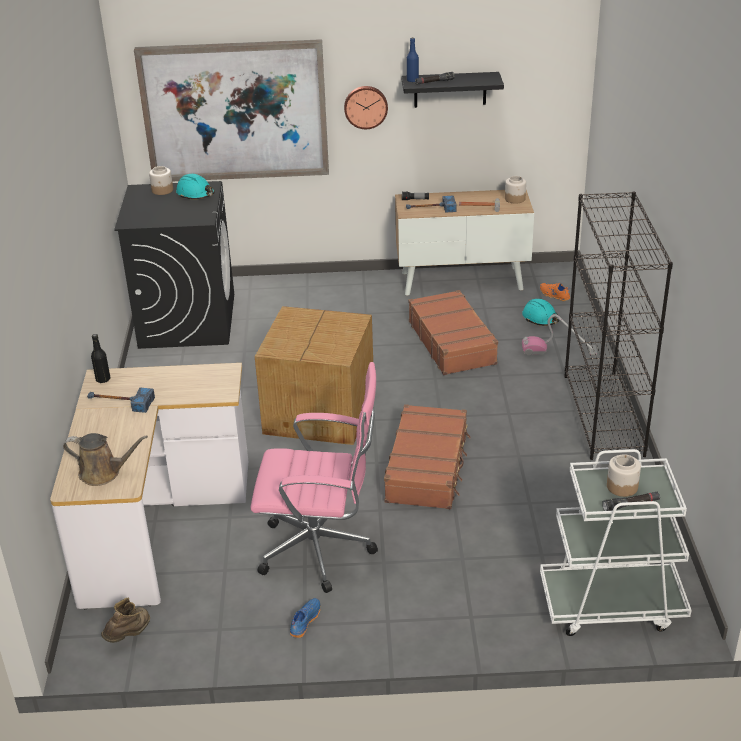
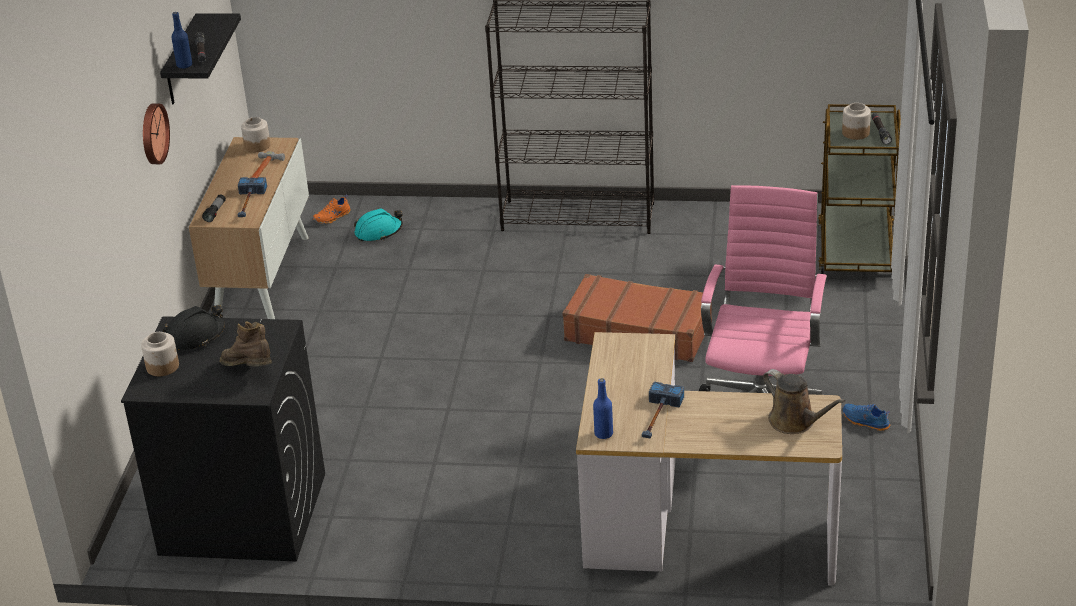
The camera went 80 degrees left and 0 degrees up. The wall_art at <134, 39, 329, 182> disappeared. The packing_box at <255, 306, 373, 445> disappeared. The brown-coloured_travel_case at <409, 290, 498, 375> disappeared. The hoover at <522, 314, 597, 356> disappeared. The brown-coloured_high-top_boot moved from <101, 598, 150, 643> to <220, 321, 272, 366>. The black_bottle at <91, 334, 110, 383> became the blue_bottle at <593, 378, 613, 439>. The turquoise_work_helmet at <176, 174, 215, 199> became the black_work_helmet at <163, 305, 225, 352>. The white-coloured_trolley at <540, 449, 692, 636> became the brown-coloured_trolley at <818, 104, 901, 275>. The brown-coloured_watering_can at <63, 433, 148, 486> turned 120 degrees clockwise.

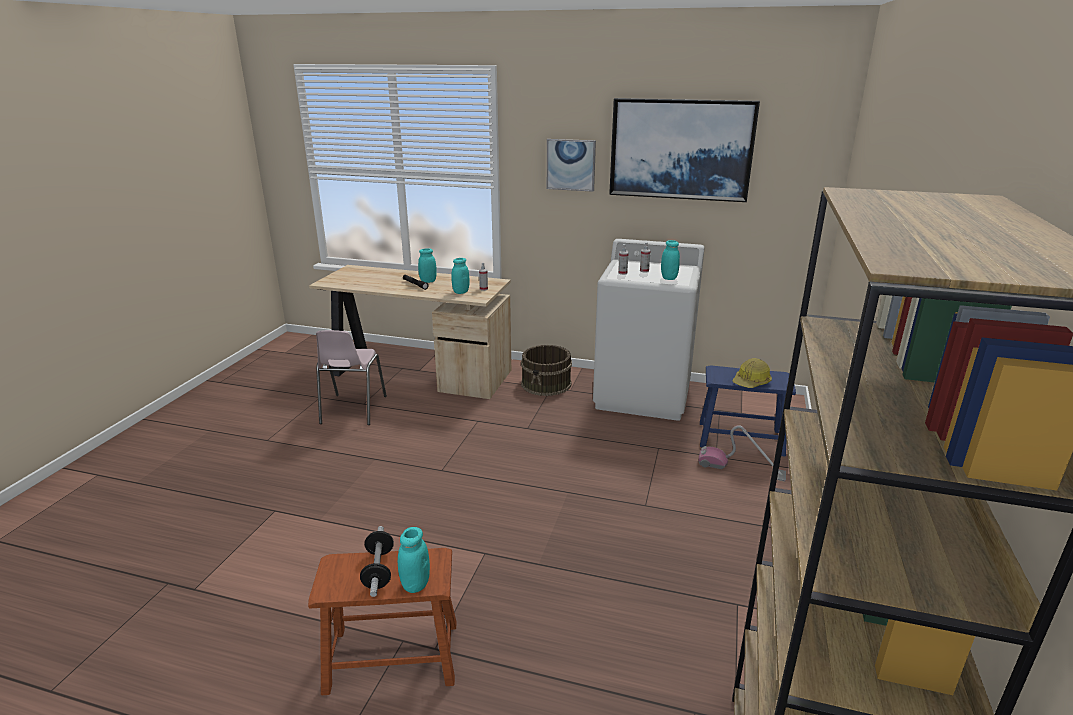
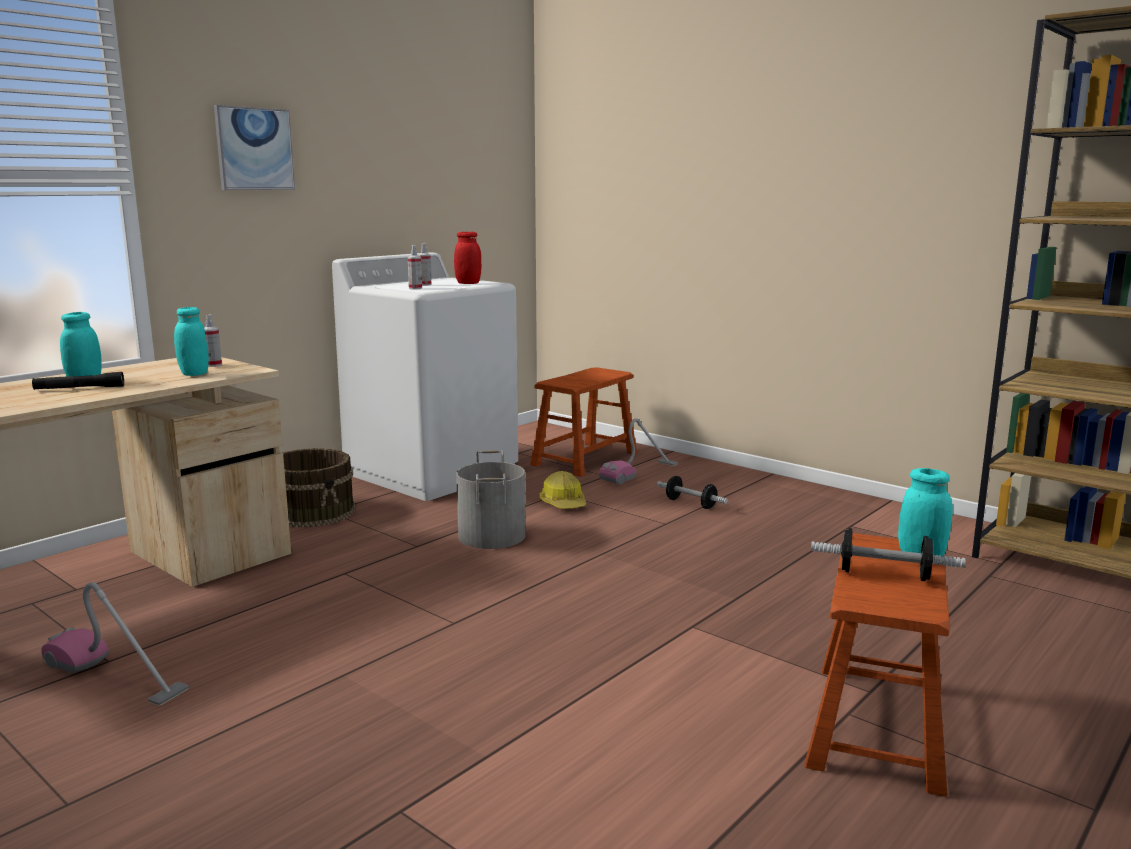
The camera went 65 degrees left and 10 degrees down. The wall_art at <609, 98, 760, 202> disappeared. The greyish_pail at <456, 450, 526, 549> appeared. The dumbbell at <657, 476, 728, 509> appeared. The work_helmet moved from <733, 358, 772, 388> to <539, 471, 586, 509>. The pinkish_plain_chair at <316, 330, 387, 425> was replaced by the hoover at <41, 582, 189, 706>. The turquoise_preserve_jar at <661, 240, 680, 280> became the reddish_preserve_jar at <454, 232, 481, 284>. The blue_sitting_stool at <700, 365, 796, 457> became the brown-coloured_sitting_stool at <530, 367, 637, 477>.

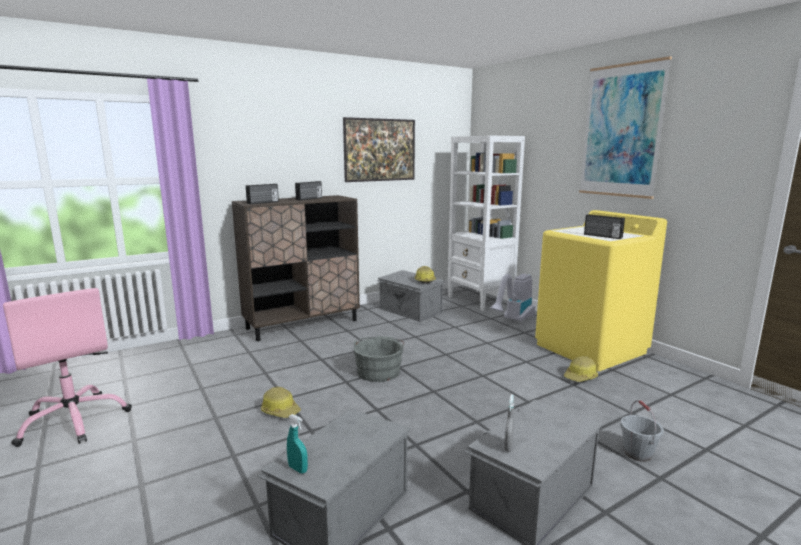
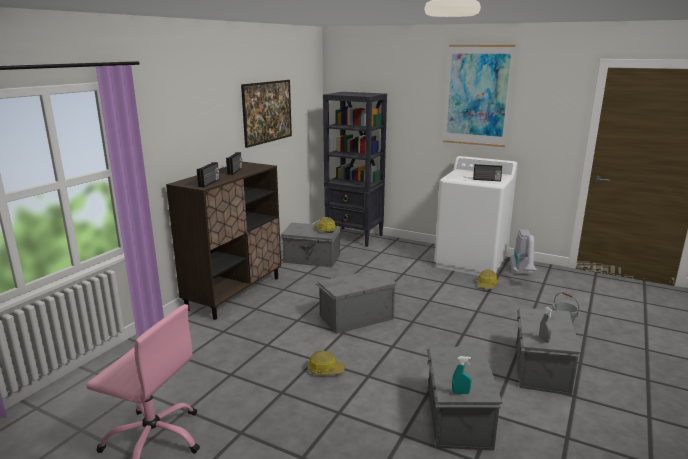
The camera went 30 degrees left and 5 degrees up. The hoover moved from <490, 274, 535, 322> to <510, 229, 538, 275>. The greyish_pail at <353, 336, 404, 382> was replaced by the greyish_storage_bin at <316, 270, 397, 334>. The white-coloured_bookshelf at <447, 136, 525, 311> became the black_bookshelf at <323, 92, 387, 247>. The yellow_laundry_machine at <535, 210, 667, 371> became the white-coloured_laundry_machine at <435, 156, 518, 276>.

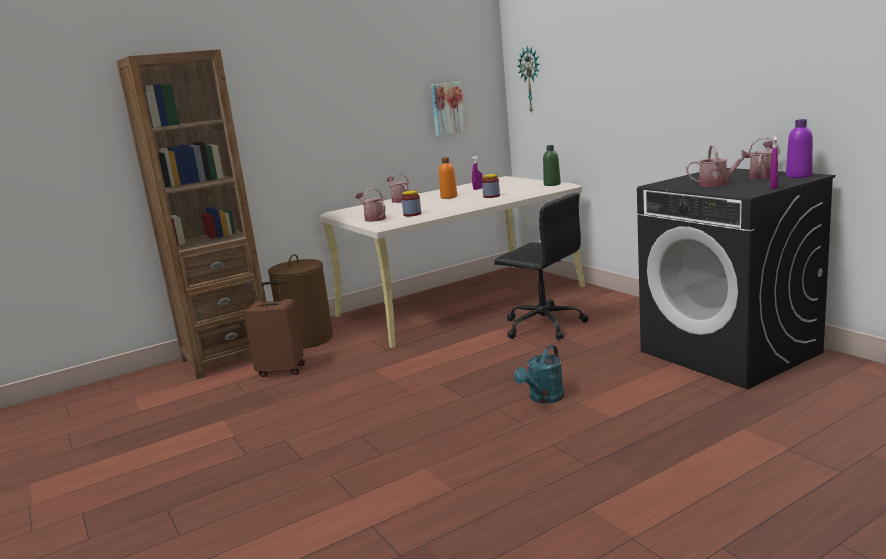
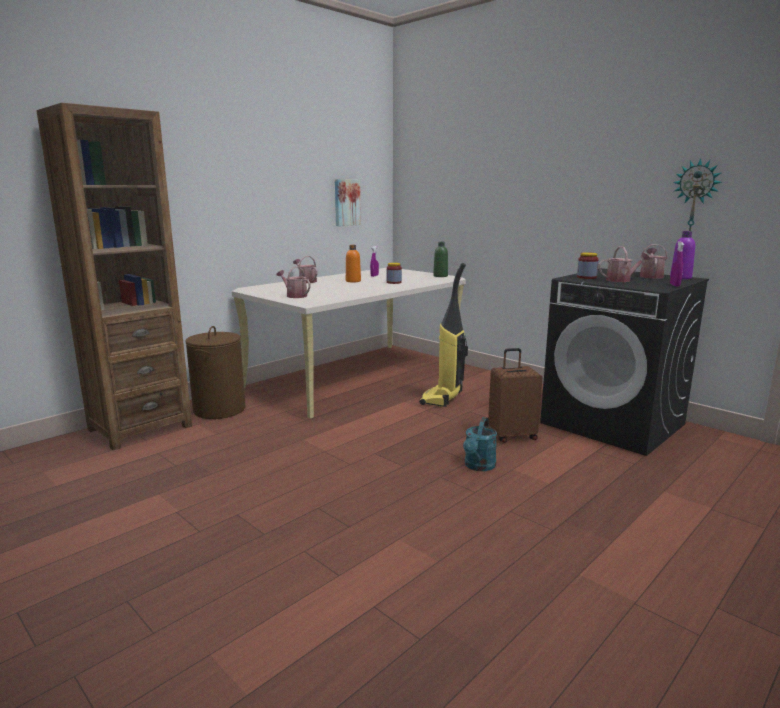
The camera went 15 degrees left and 0 degrees up. The brown-coloured_travel_case moved from <244, 281, 305, 377> to <488, 348, 542, 443>. The preserve_jar moved from <402, 190, 421, 217> to <577, 252, 599, 279>. The wall_clock moved from <517, 46, 539, 114> to <673, 158, 722, 238>. The black_desk_chair at <494, 193, 588, 340> was replaced by the hoover at <419, 263, 468, 407>.

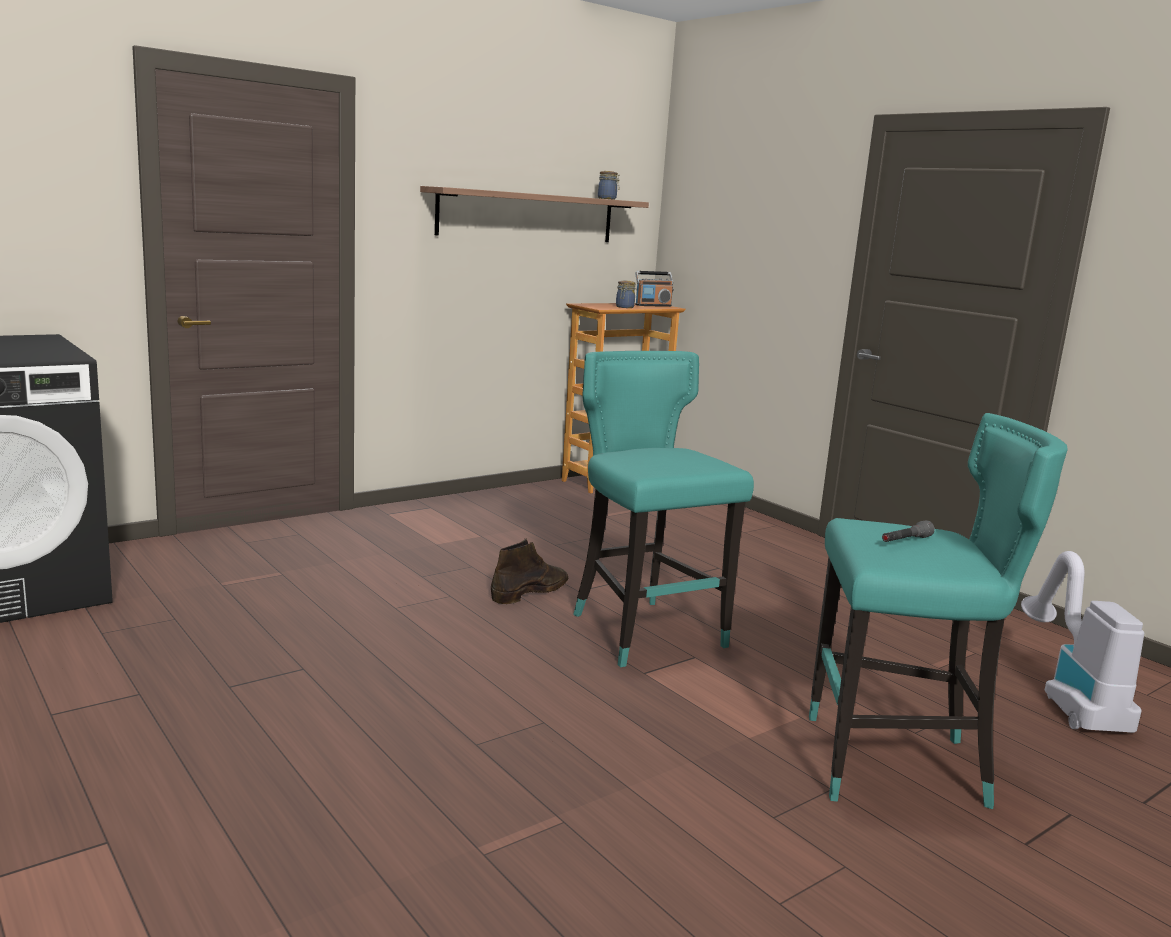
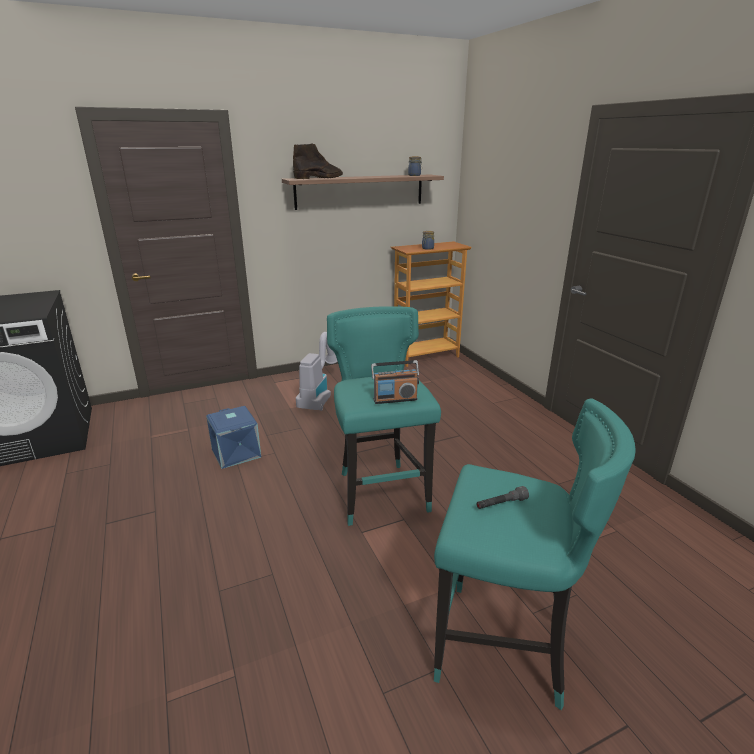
The camera went 15 degrees right and 10 degrees up. The blue_storage_bin at <206, 406, 261, 469> appeared. The brown-coloured_high-top_boot moved from <491, 539, 568, 604> to <293, 143, 343, 179>. The radio_receiver moved from <635, 271, 674, 307> to <371, 360, 419, 404>. The hoover moved from <1021, 551, 1144, 733> to <296, 332, 338, 411>.

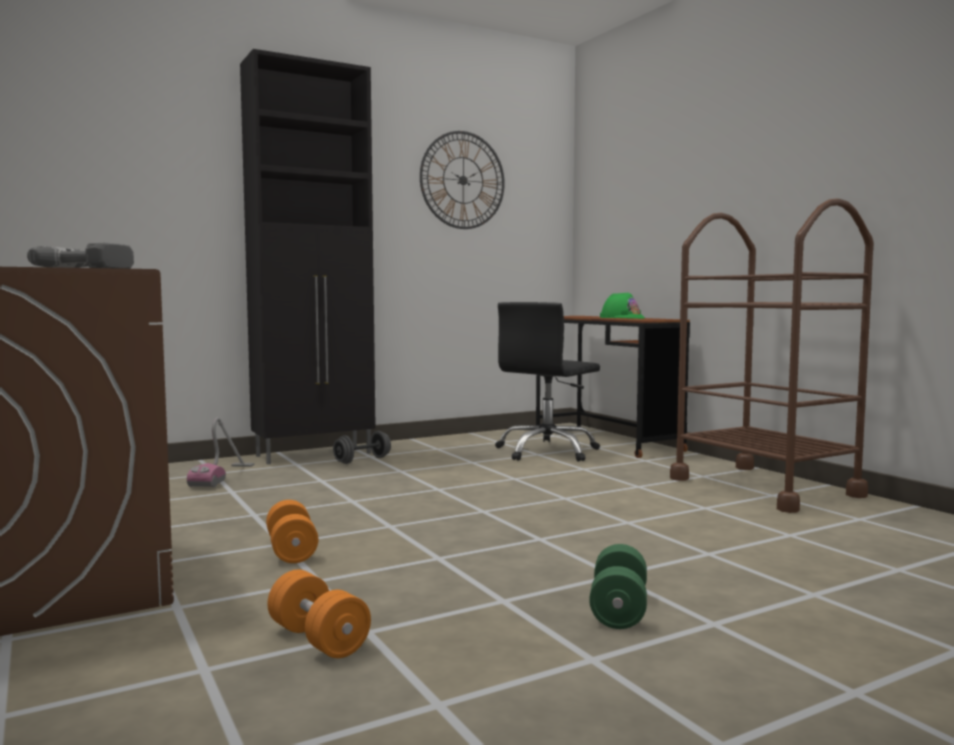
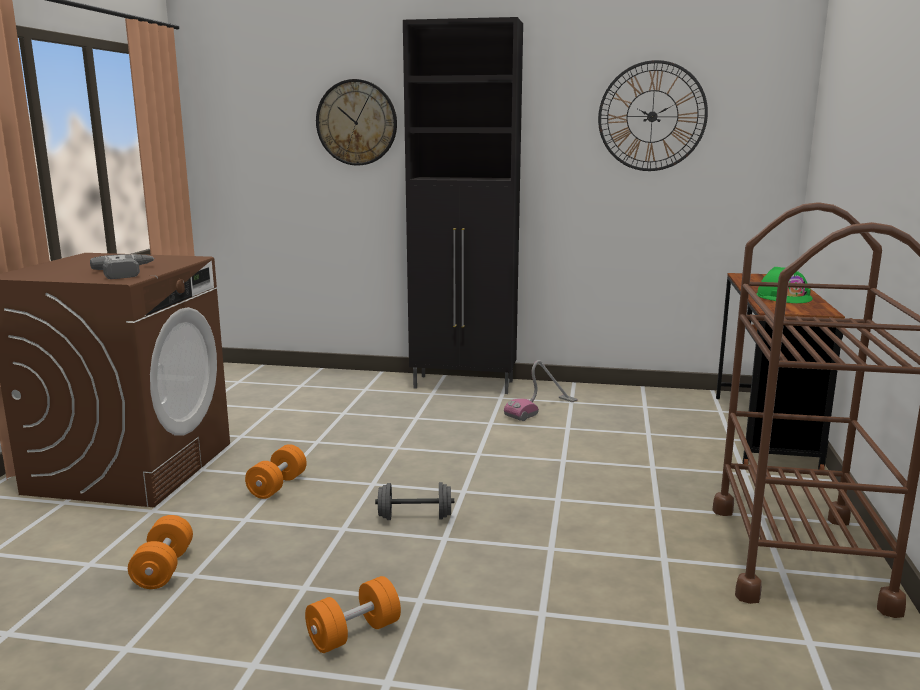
The camera went 40 degrees right and 10 degrees up. The black_desk_chair at <495, 302, 600, 462> disappeared. The wall_clock at <316, 79, 397, 166> appeared. The hoover moved from <187, 417, 254, 488> to <504, 360, 577, 421>. The greyish_dumbbell moved from <333, 431, 391, 464> to <375, 482, 454, 520>. The green-coloured_dumbbell at <589, 544, 647, 629> became the orange-coloured_dumbbell at <305, 576, 401, 653>.

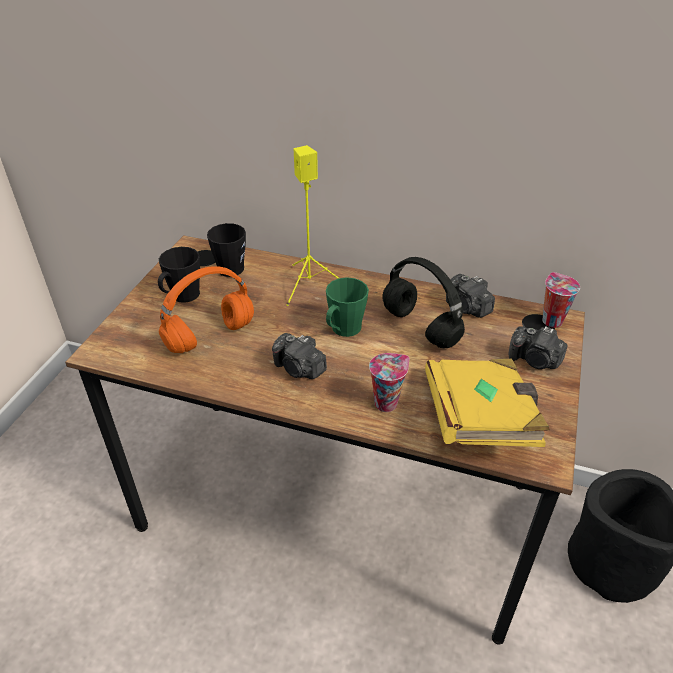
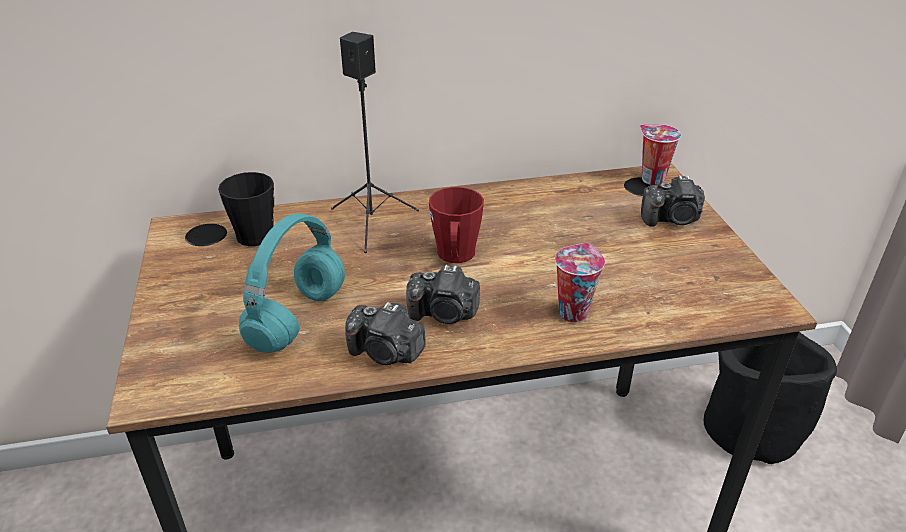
The camera went 30 degrees left and 5 degrees down. The black_tea_mug at <158, 247, 200, 303> disappeared. The black_headphones at <383, 257, 465, 348> disappeared. The yellow_book at <425, 359, 550, 447> disappeared. The still_camera moved from <446, 274, 495, 318> to <345, 302, 426, 365>. The orange-coloured_headphones at <159, 266, 254, 353> became the turquoise_headphones at <239, 214, 345, 353>. The yellow_speaker at <287, 145, 339, 306> became the black_speaker at <331, 32, 419, 253>. The green-coloured_tea_mug at <326, 277, 369, 337> became the reddish_tea_mug at <429, 187, 484, 263>.

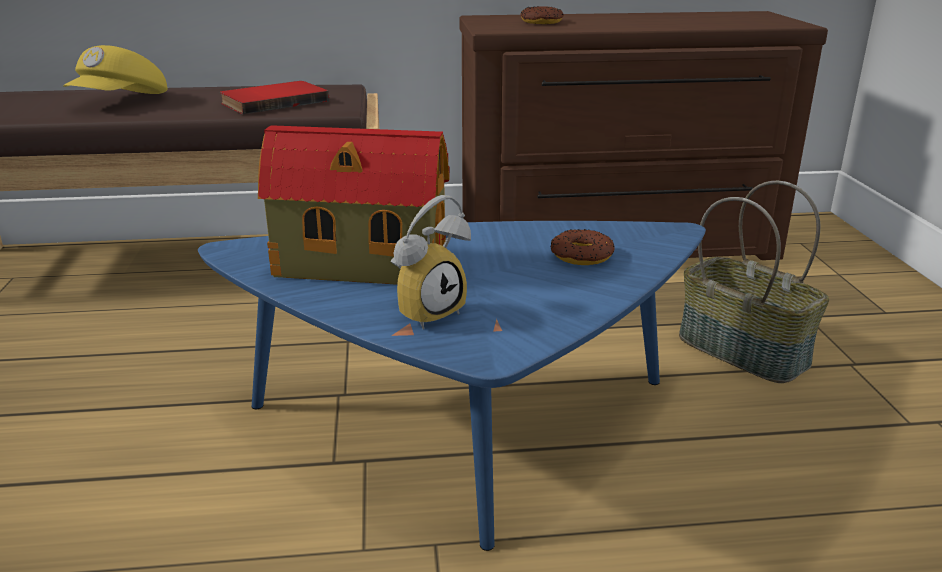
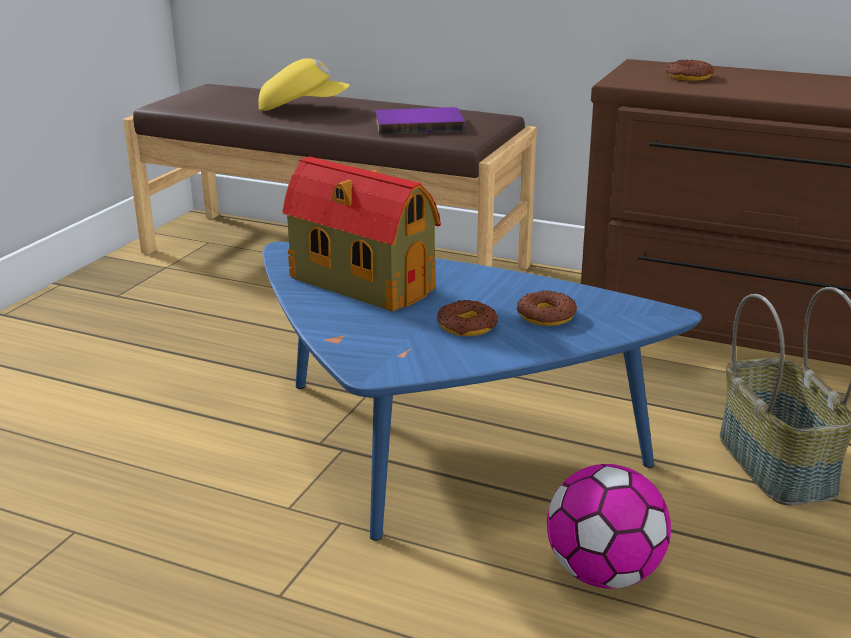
The camera went 30 degrees right and 0 degrees up. The alarm_clock at <390, 195, 471, 330> disappeared. The donut at <437, 300, 498, 336> appeared. The football_ball at <547, 464, 671, 589> appeared. The reddish_book at <220, 81, 329, 114> became the purplish_book at <375, 107, 465, 134>. The yellow_baseball_cap at <63, 45, 168, 94> turned 135 degrees counterclockwise.

